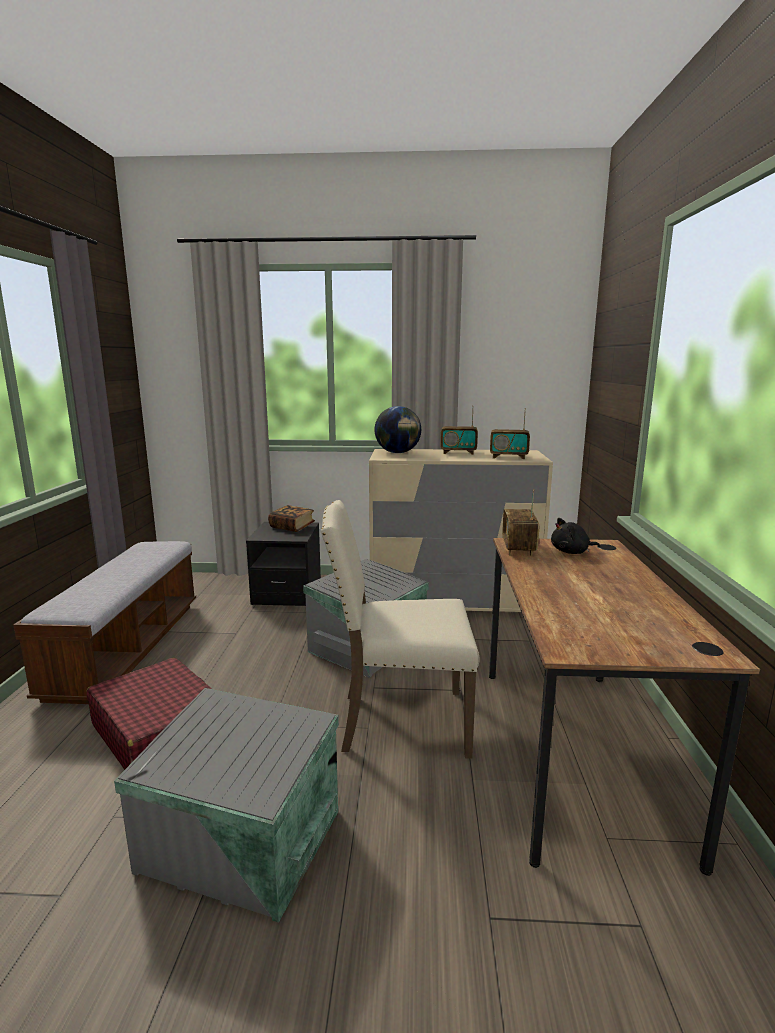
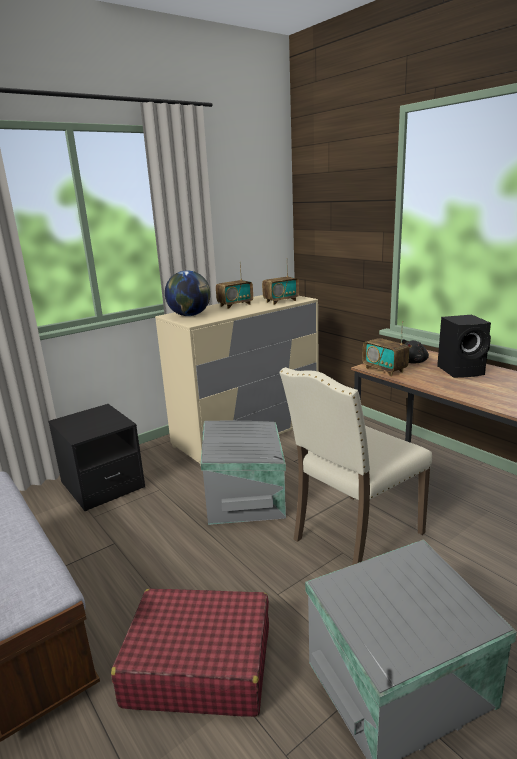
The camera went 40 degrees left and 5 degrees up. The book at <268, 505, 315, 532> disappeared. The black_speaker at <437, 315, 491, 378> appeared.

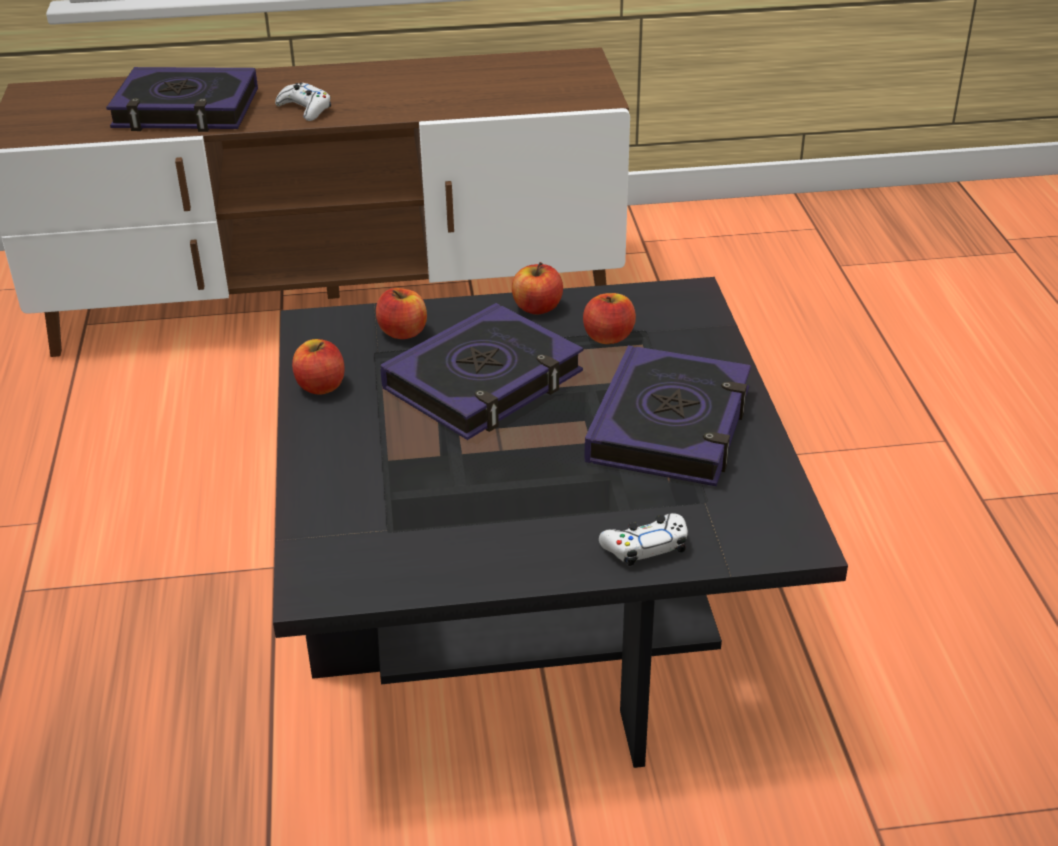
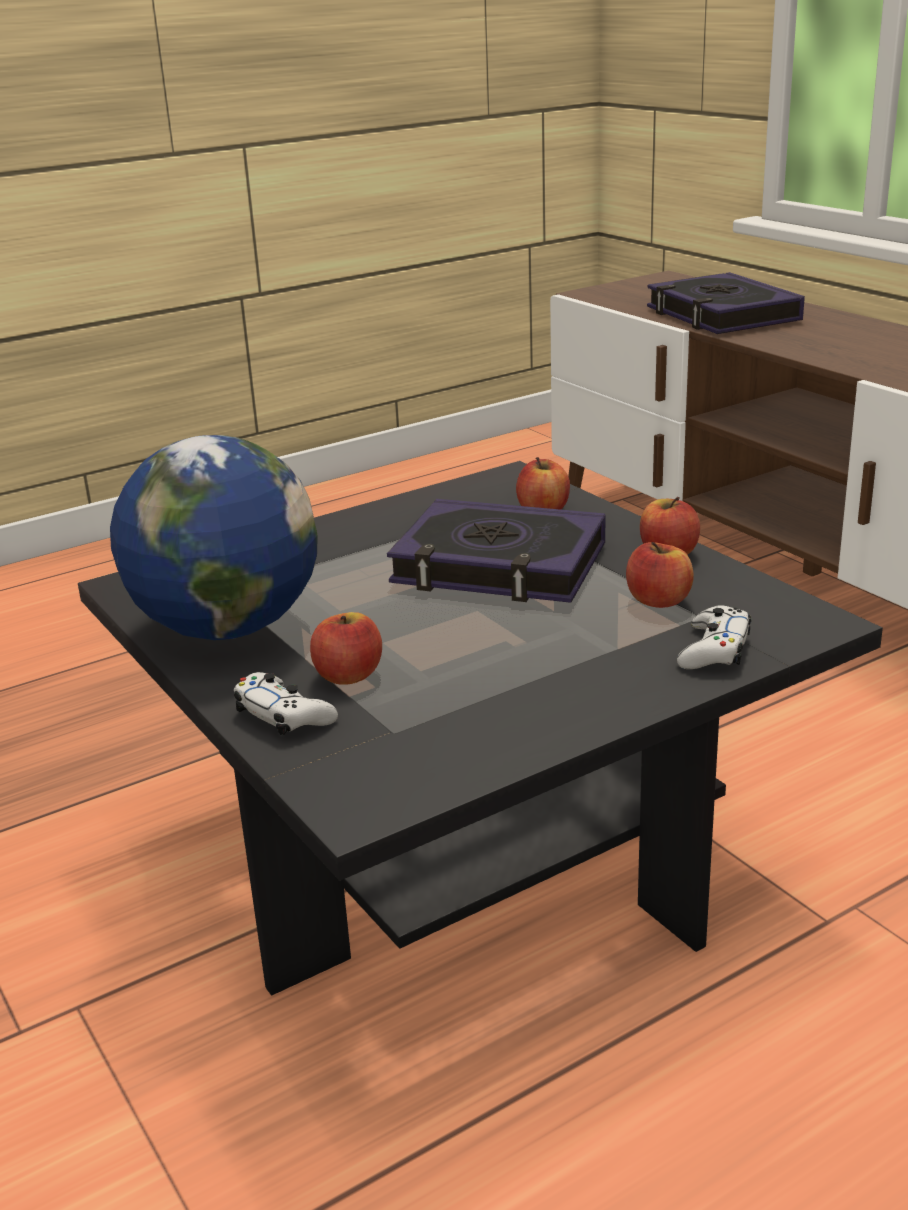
The camera went 65 degrees right and 10 degrees down. The book at <585, 345, 751, 486> disappeared. The world_globe at <110, 435, 318, 640> appeared. The white-coloured_gamepad moved from <275, 83, 331, 121> to <677, 605, 751, 669>. The apple moved from <292, 339, 345, 395> to <310, 612, 382, 685>.

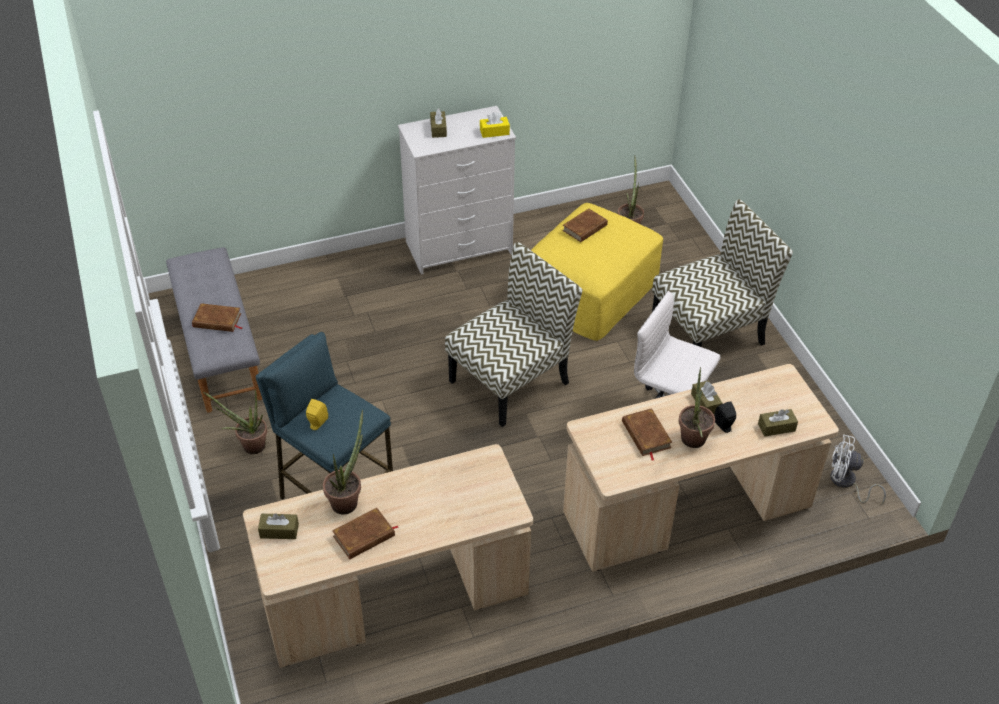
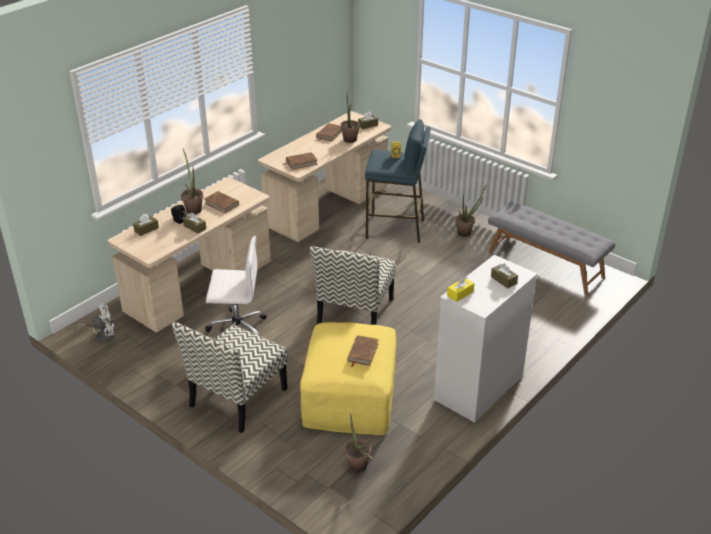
The camera went 150 degrees right and 10 degrees down. The brown-coloured_book moved from <192, 303, 242, 332> to <283, 152, 318, 170>.

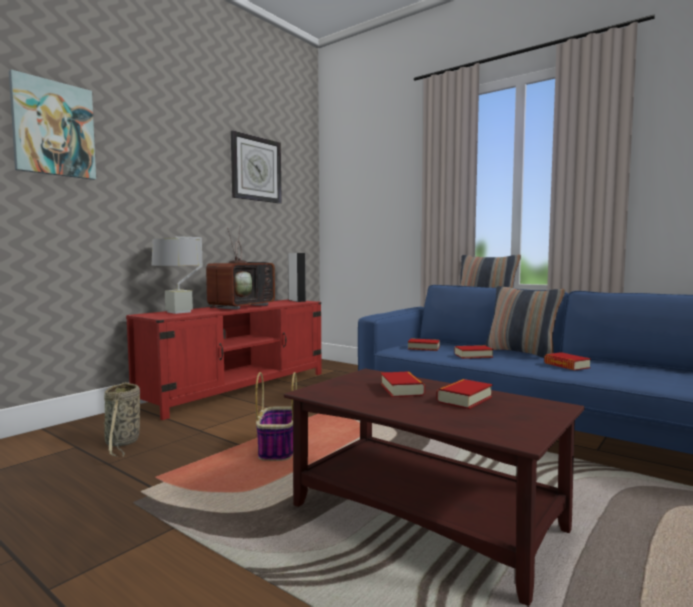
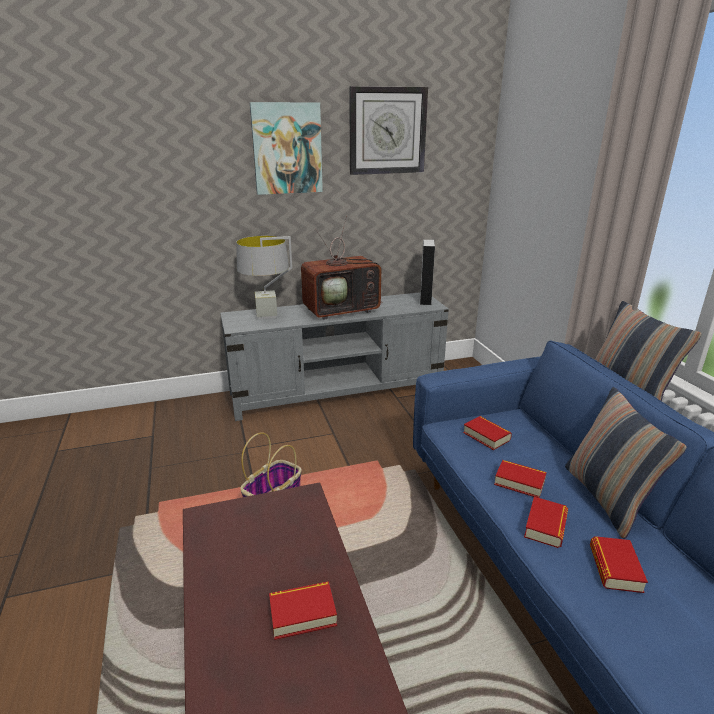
The camera went 35 degrees right and 20 degrees up. The storage_basket at <104, 383, 140, 457> disappeared. The wall_art moved from <9, 70, 96, 180> to <250, 102, 323, 195>. The book moved from <381, 371, 425, 397> to <524, 497, 568, 548>. The reddish_tv_unit at <126, 299, 322, 420> became the greyish_tv_unit at <220, 292, 449, 421>.

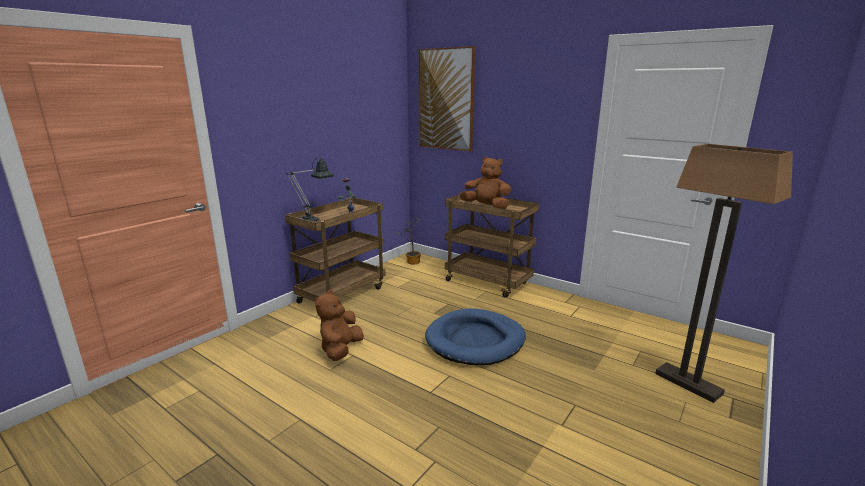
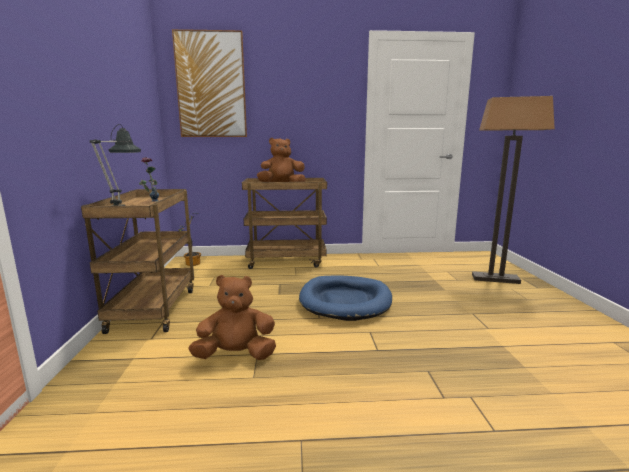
The camera went 40 degrees left and 5 degrees down. The brown-coloured_soft_toy at <315, 290, 364, 361> turned 105 degrees clockwise.

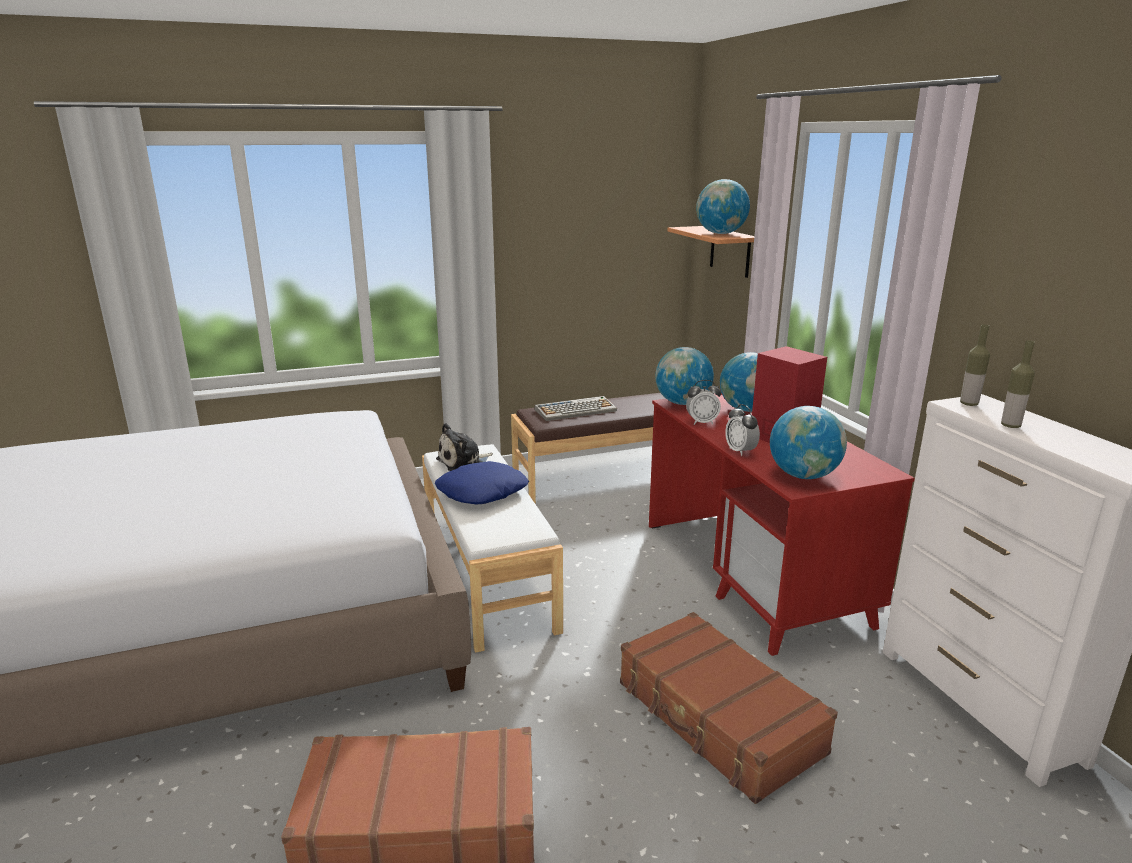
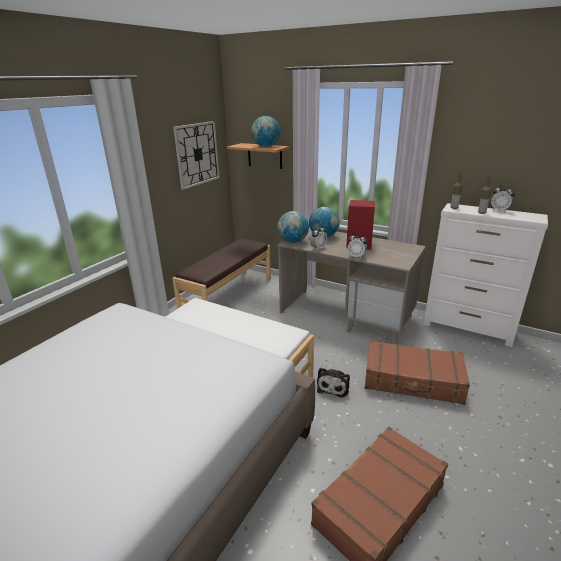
The camera went 40 degrees left and 5 degrees up. The blue_pillow at <435, 461, 529, 505> disappeared. The keyboard at <535, 396, 617, 421> disappeared. The world_globe at <770, 406, 847, 479> disappeared. The wall_clock at <173, 121, 220, 190> appeared. The alarm_clock at <491, 185, 515, 212> appeared. The soft_toy moved from <436, 423, 493, 471> to <317, 368, 350, 398>. The reddish_desk_table at <649, 393, 915, 656> became the sand-coloured_desk_table at <277, 227, 426, 345>.

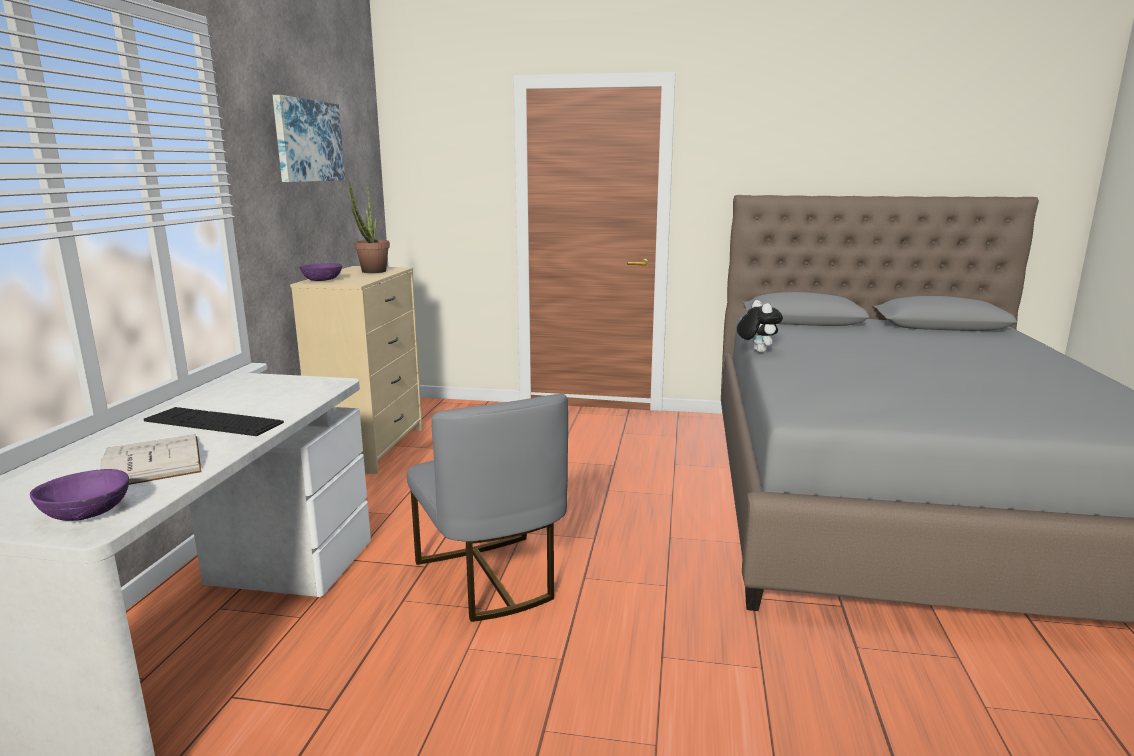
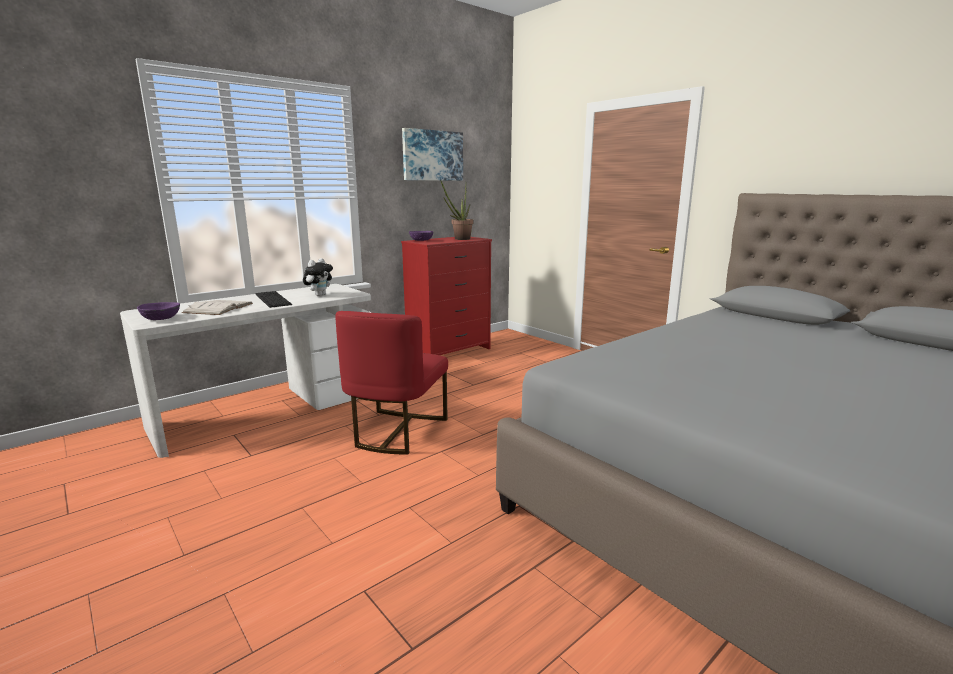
The camera went 40 degrees right and 0 degrees up. The soft_toy moved from <737, 300, 783, 353> to <303, 258, 333, 296>. The sand-coloured_chest_of_drawers at <290, 266, 423, 474> became the reddish_chest_of_drawers at <401, 237, 492, 355>. The greyish_plain_chair at <407, 394, 568, 622> became the reddish_plain_chair at <335, 311, 448, 455>.

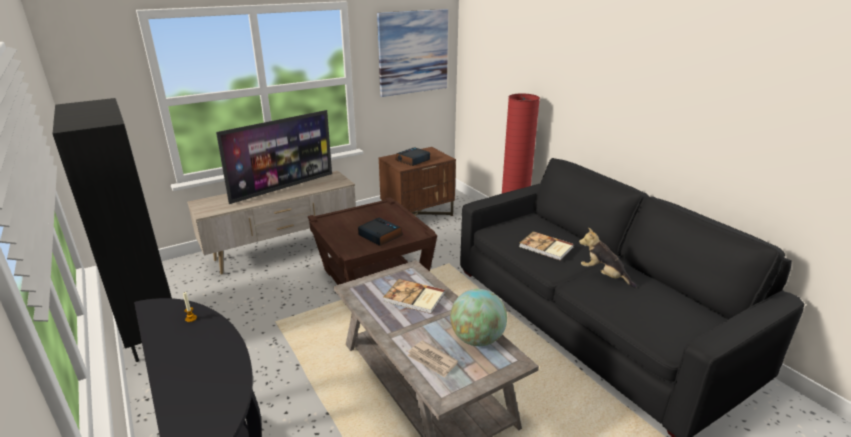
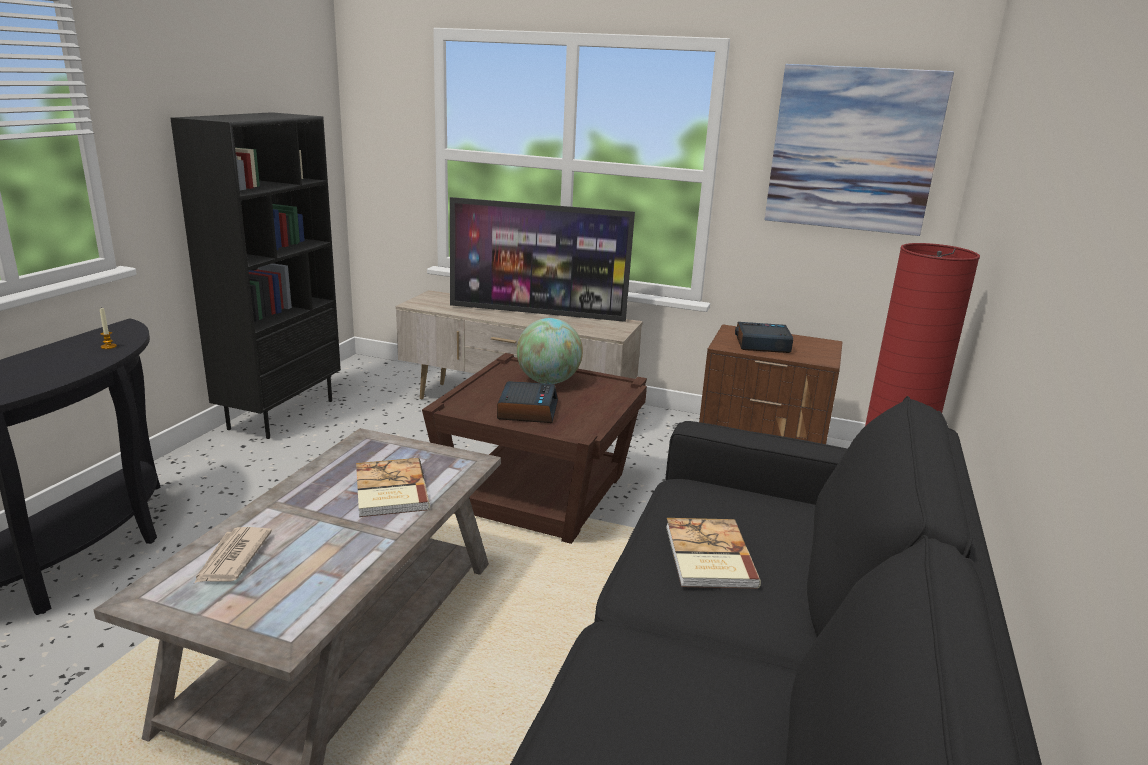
The camera went 50 degrees right and 5 degrees down. The soft_toy at <579, 227, 637, 288> disappeared. The world_globe moved from <450, 289, 507, 346> to <517, 318, 583, 384>.

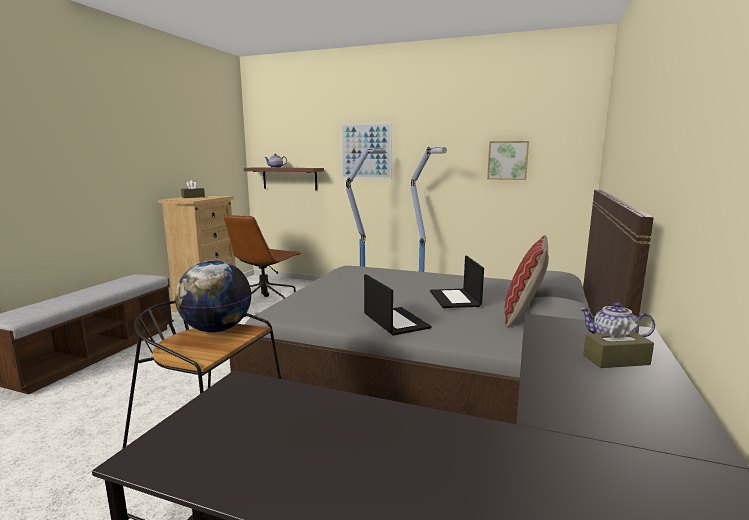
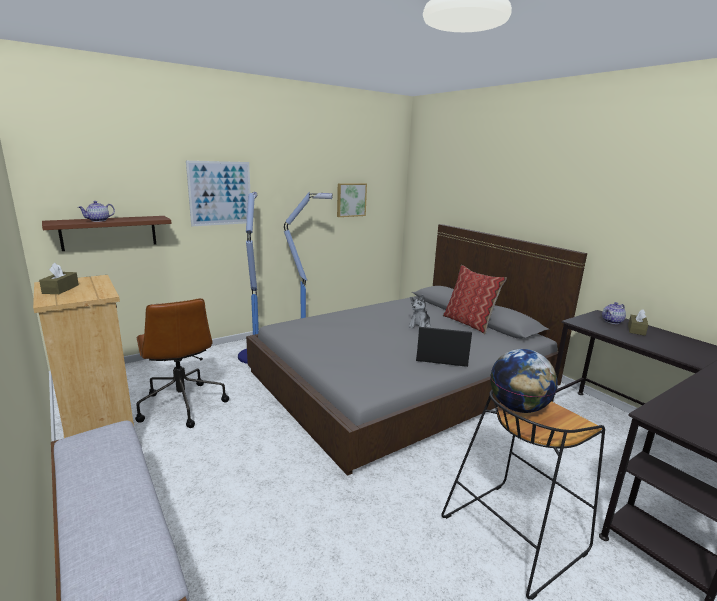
The camera went 55 degrees left and 5 degrees up. The notebook_computer at <430, 256, 484, 308> was replaced by the soft_toy at <408, 295, 431, 330>.

